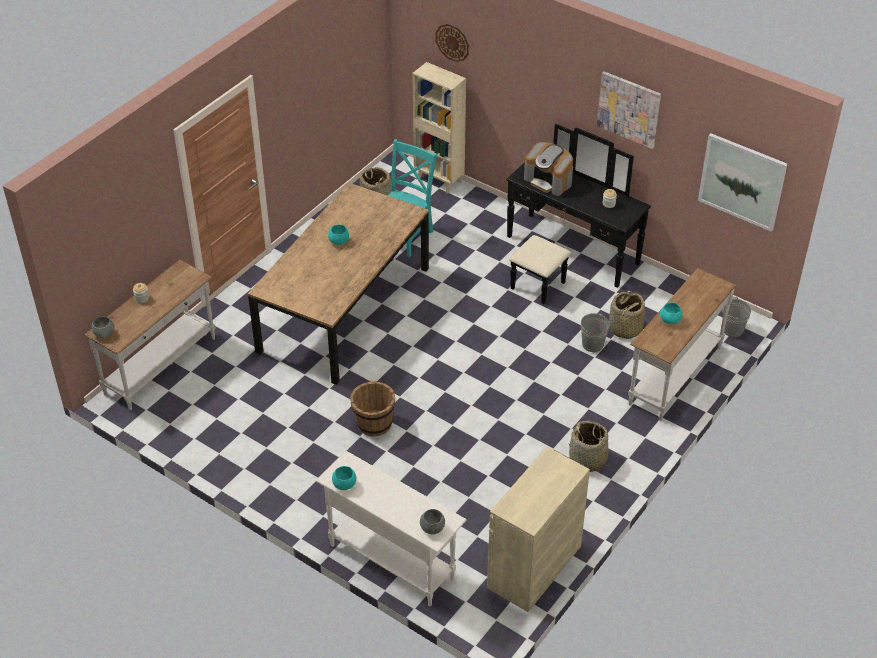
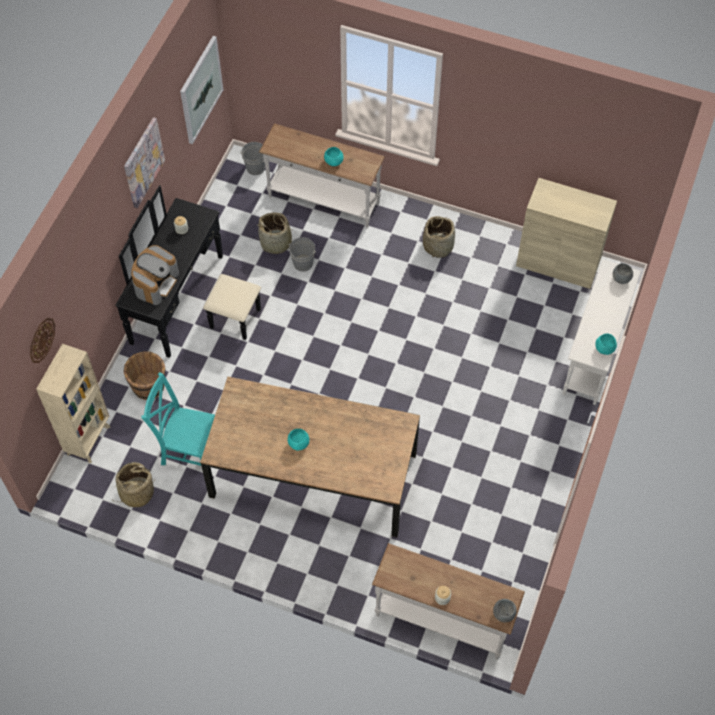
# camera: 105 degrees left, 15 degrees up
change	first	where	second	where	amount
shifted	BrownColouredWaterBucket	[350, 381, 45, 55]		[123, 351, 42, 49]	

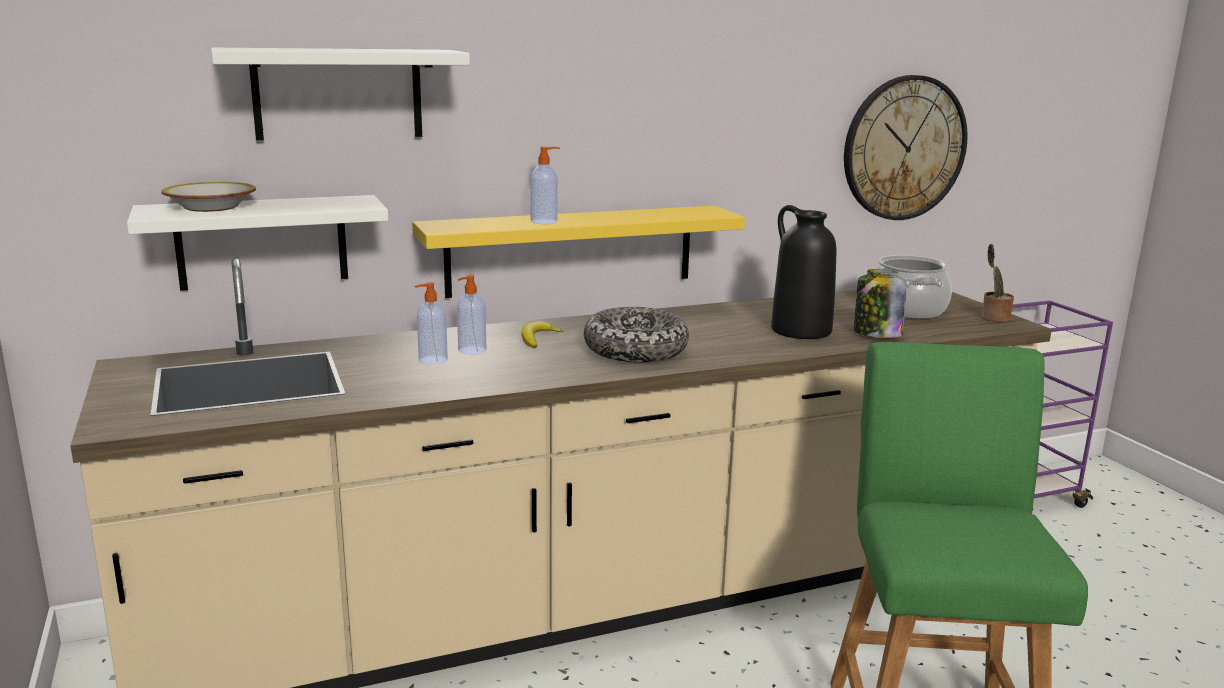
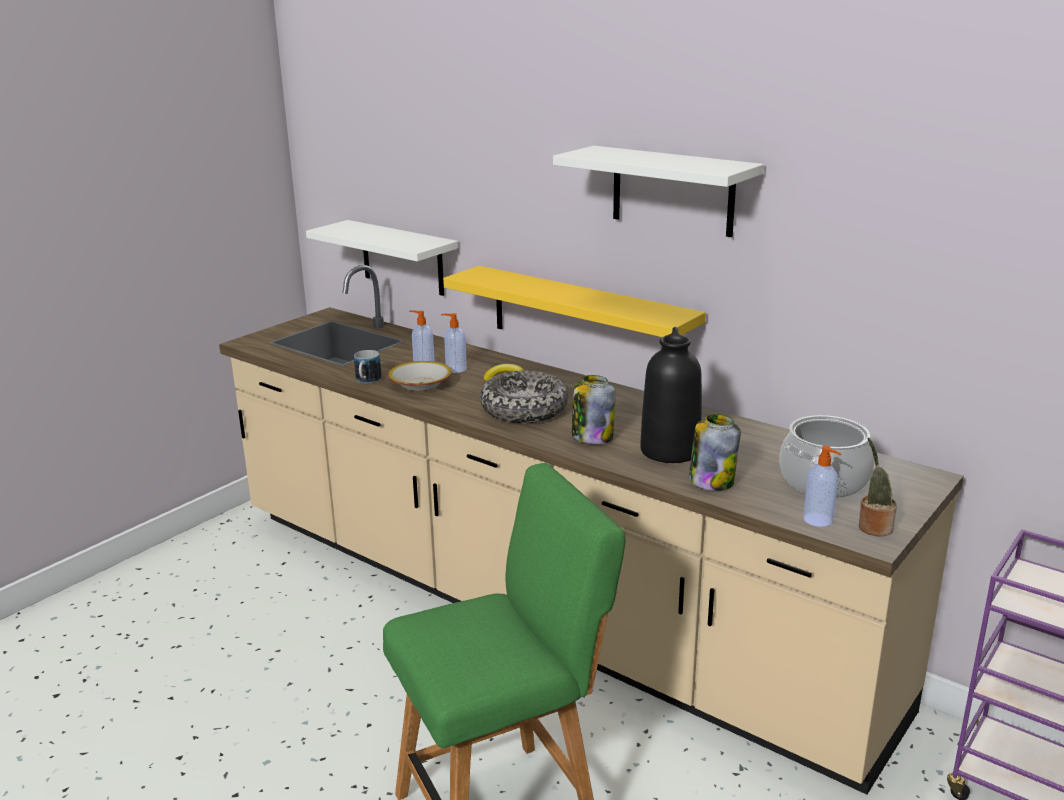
# camera: 60 degrees right, 5 degrees up
change	first	where	second	where	amount
shifted	WhiteWallShelf	[211, 48, 259, 92]		[553, 146, 211, 91]	
gone	ClockOnTheWall	[844, 75, 124, 145]			
shifted	LiquidSoapBottle	[530, 147, 30, 77]		[803, 446, 38, 81]	
shifted	ServingBowl	[162, 182, 94, 30]		[388, 361, 64, 30]	
new			Mug	[354, 350, 28, 34]	
new			PreserveJar	[572, 375, 43, 69]	

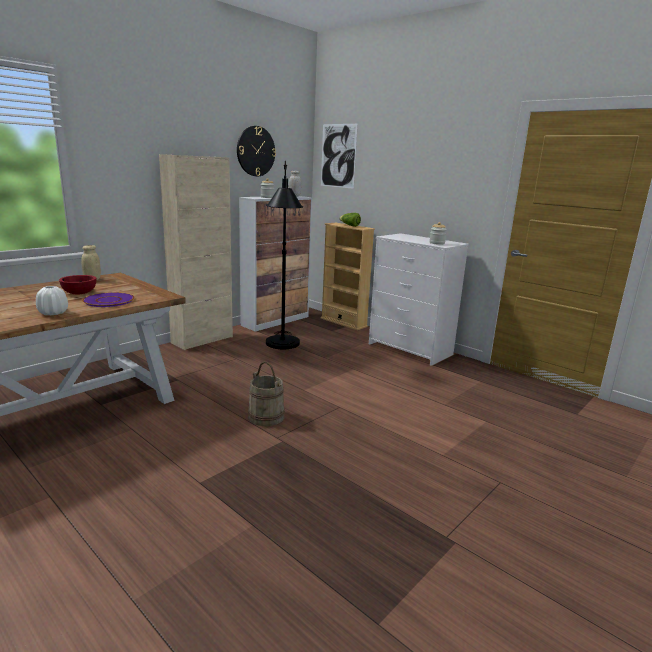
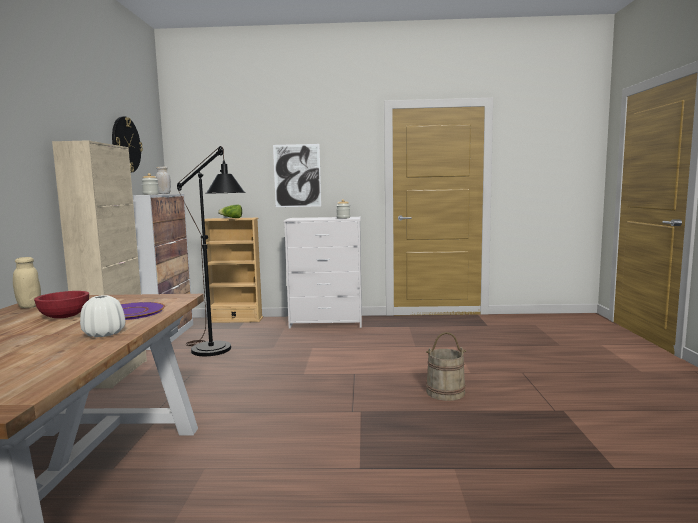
# camera: 40 degrees left, 10 degrees down
change	first	where	second	where	amount
shifted	WallPicture	[321, 124, 37, 65]		[273, 144, 48, 63]	
shifted	BeigeColouredWaterBucket	[248, 361, 37, 65]		[426, 332, 40, 69]	

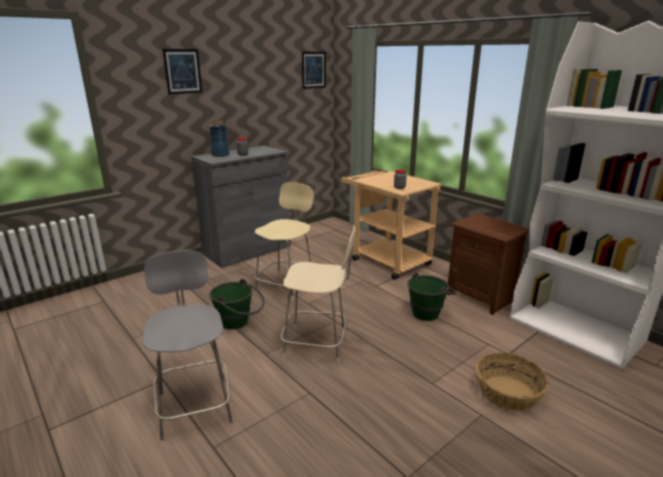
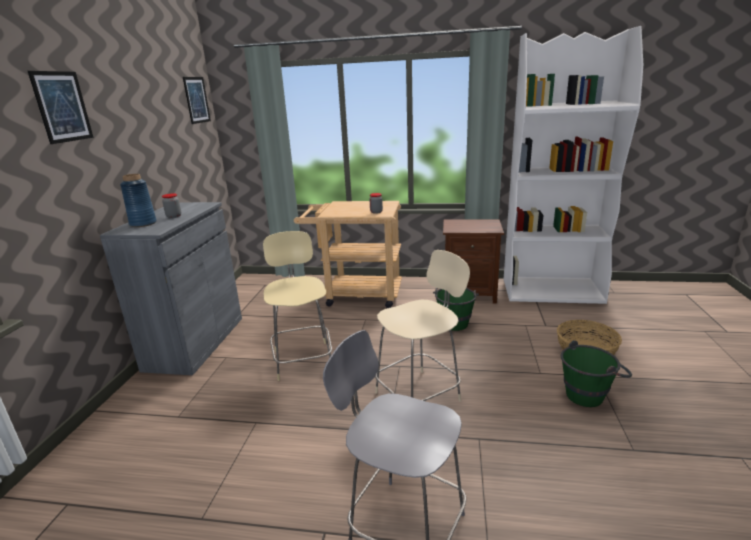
# camera: 40 degrees left, 0 degrees up
change	first	where	second	where	amount
shifted	GreenColouredWaterBucket	[209, 279, 55, 50]		[561, 340, 71, 67]	

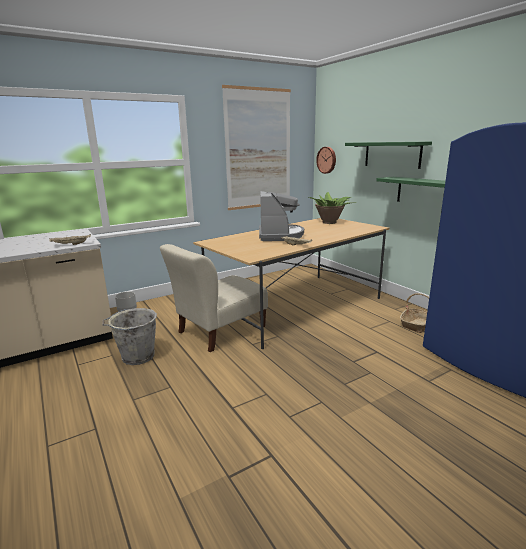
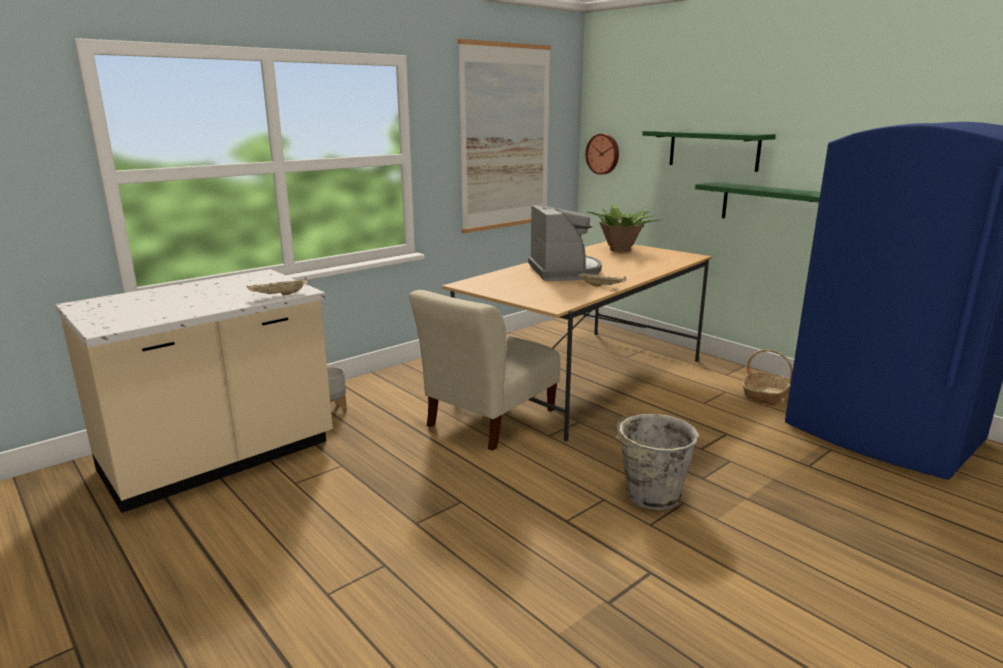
# camera: 10 degrees left, 0 degrees up
change	first	where	second	where	amount
shifted	GrayWaterBucket	[102, 308, 55, 57]		[616, 414, 83, 96]	

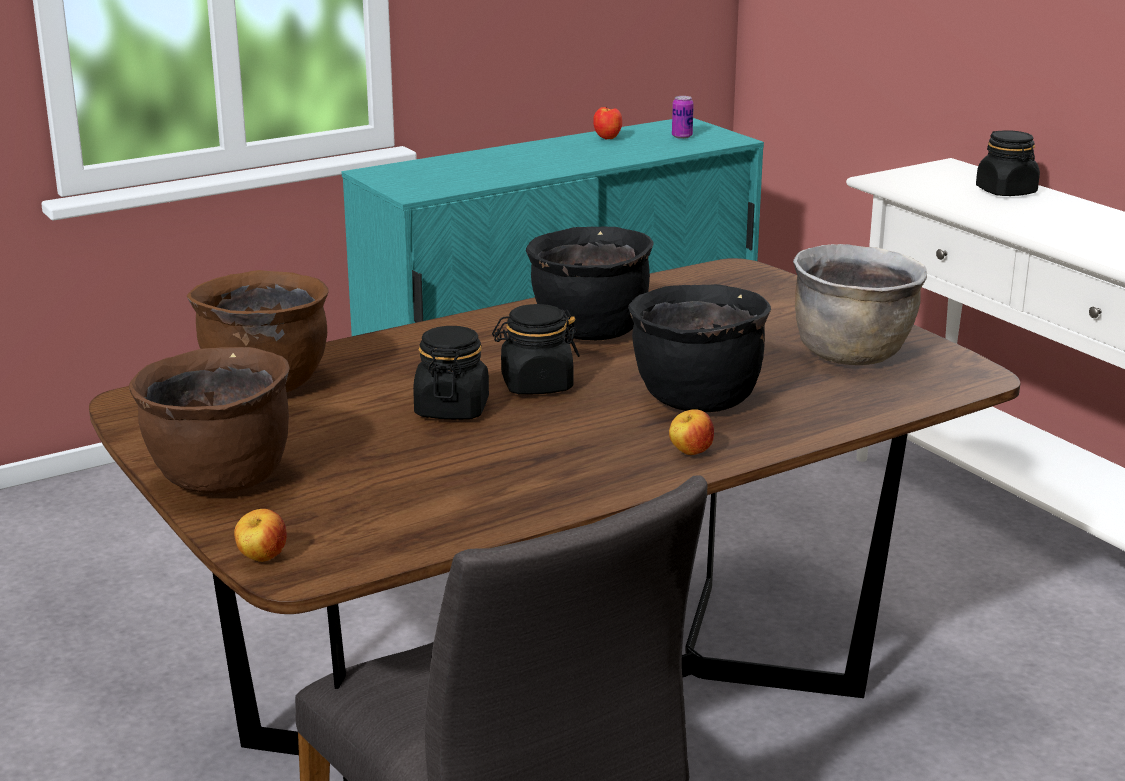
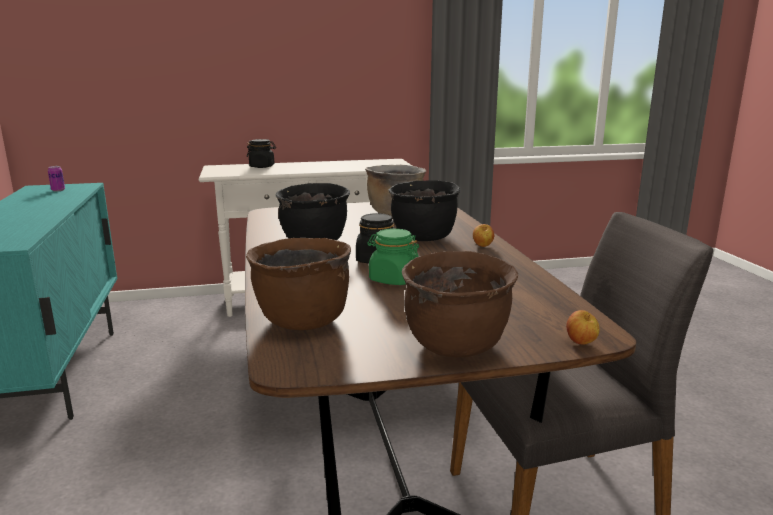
# camera: 70 degrees left, 5 degrees down
change	first	where	second	where	amount
gone	WholeApple	[593, 106, 29, 34]			
repainted	BlackColouredPreserveJar	[413, 326, 76, 94]	GreenColouredPreserveJar	[367, 228, 52, 57]	

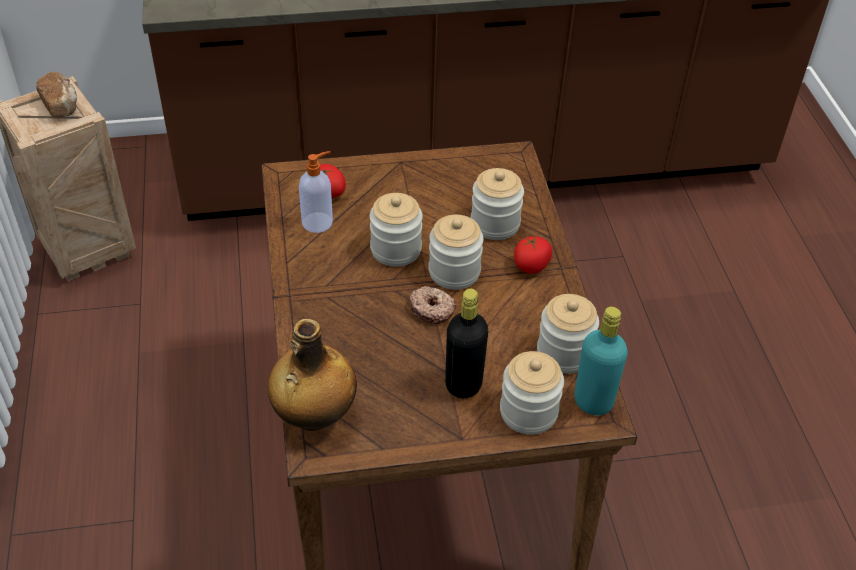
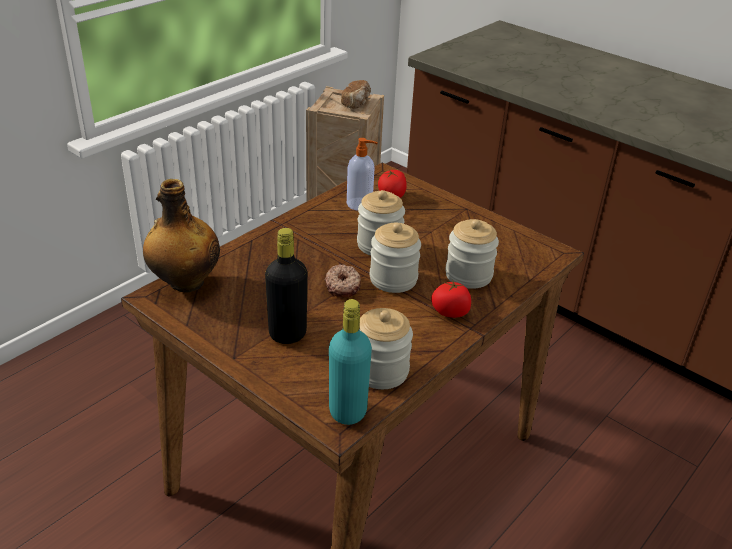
# camera: 50 degrees right, 10 degrees down
change	first	where	second	where	amount
gone	PreserveJar	[500, 351, 64, 84]			

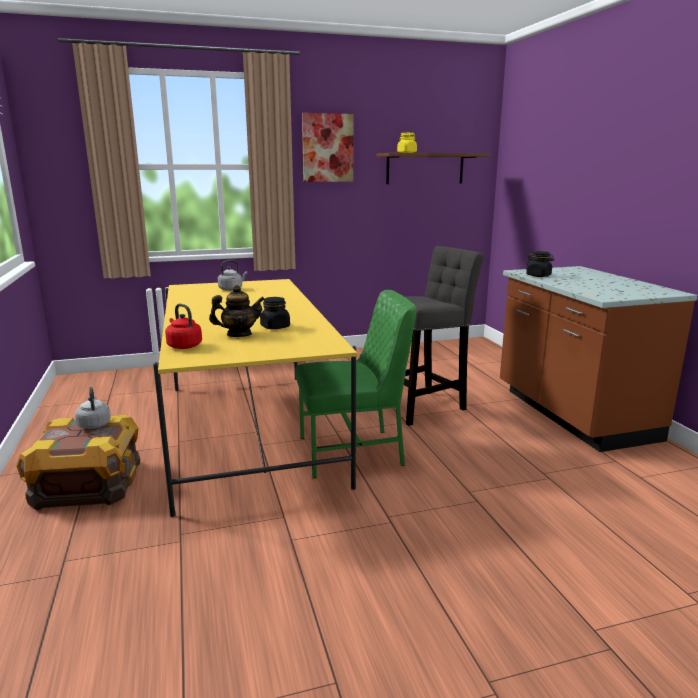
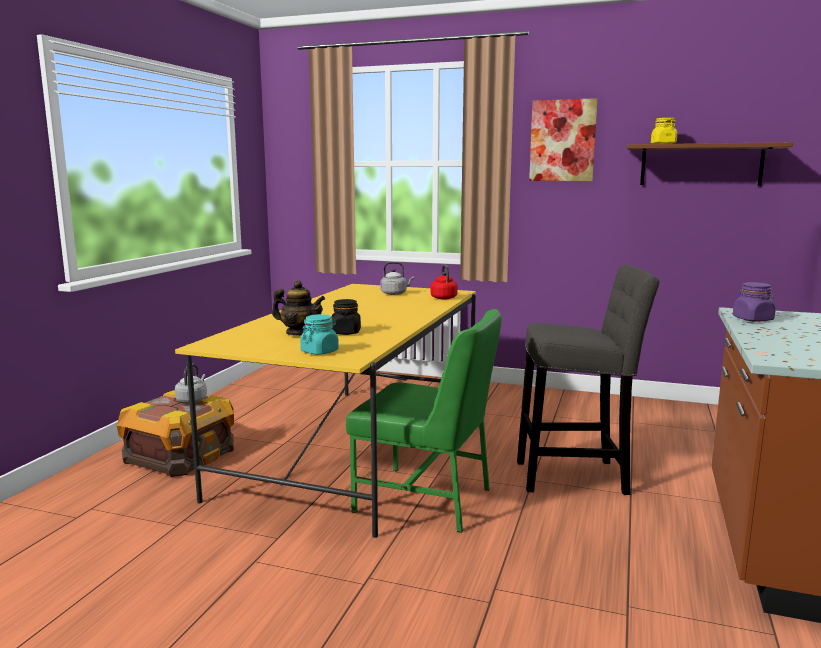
# camera: 35 degrees right, 5 degrees down
change	first	where	second	where	amount
repainted	BlackColouredPreserveJar	[526, 251, 28, 26]	PurplishPreserveJar	[733, 282, 43, 40]	
shifted	RedColouredWaterKettle	[165, 304, 37, 45]		[430, 264, 28, 36]	
new			TurquoisePreserveJar	[300, 314, 39, 41]	

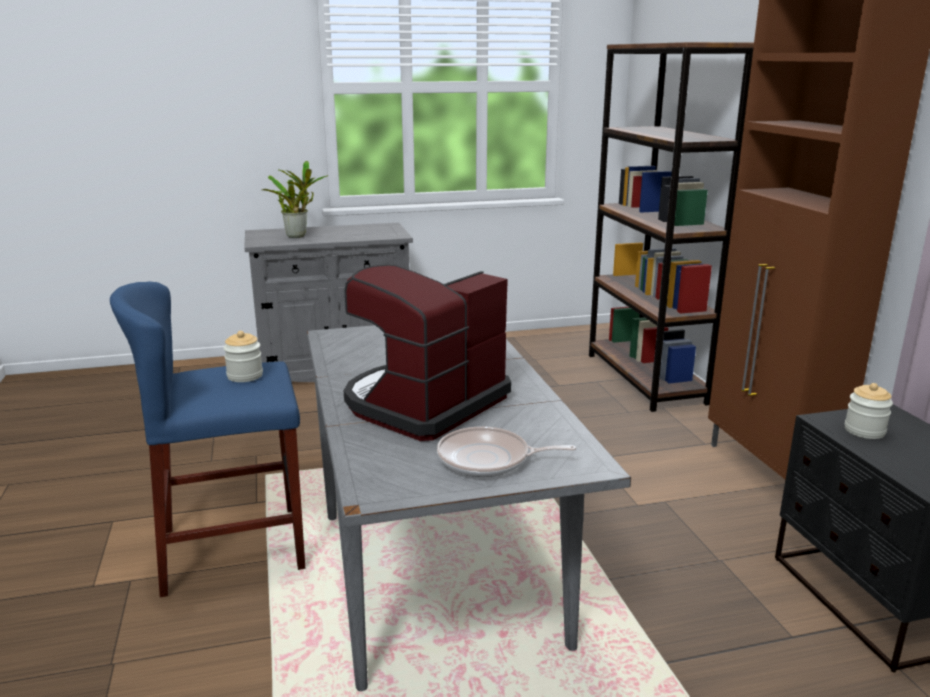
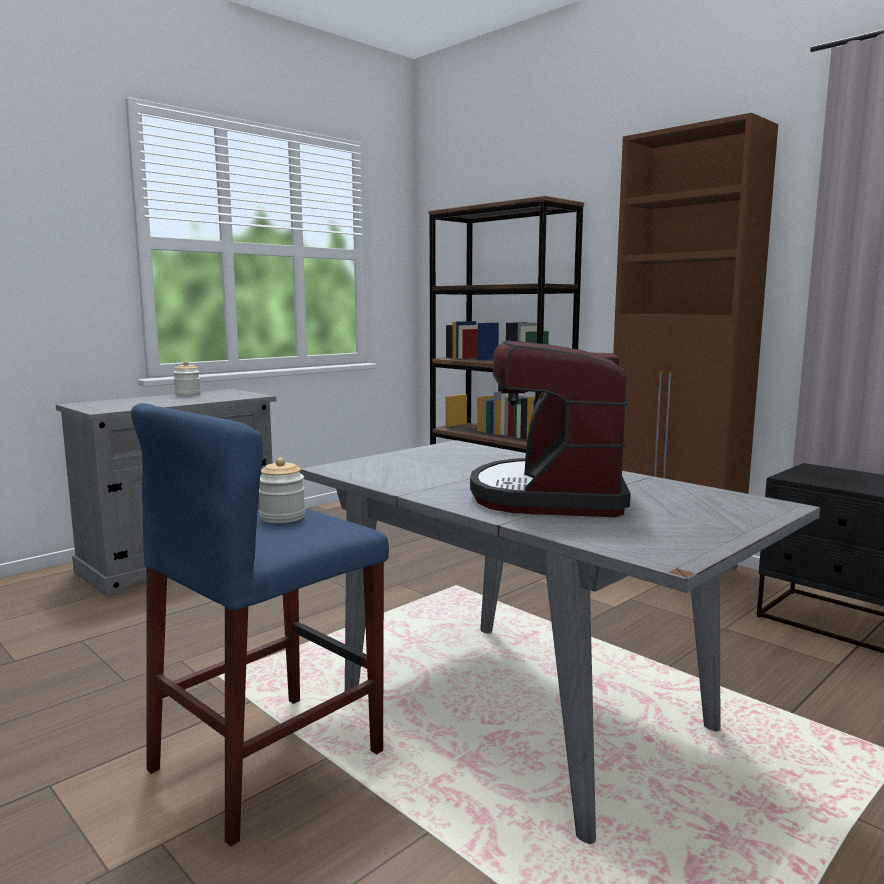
# camera: 30 degrees left, 10 degrees down
change	first	where	second	where	amount
gone	Houseplant	[261, 161, 68, 77]			
shifted	PreserveJar	[845, 383, 48, 56]		[173, 361, 28, 35]	
gone	Pan	[437, 427, 139, 50]			

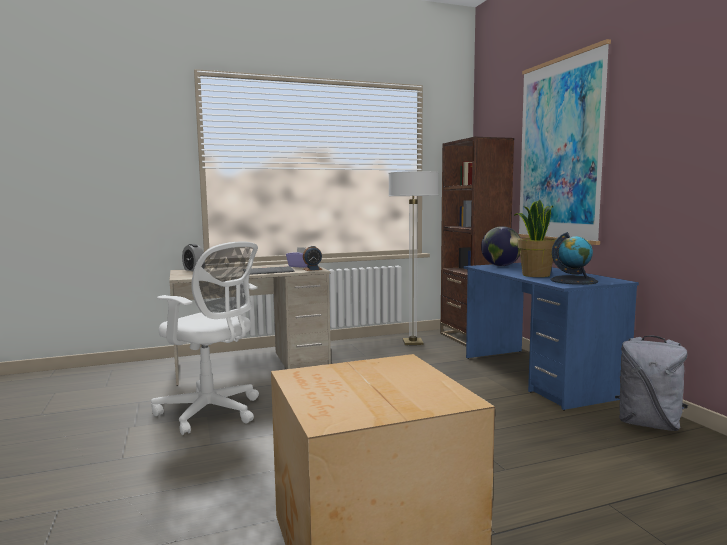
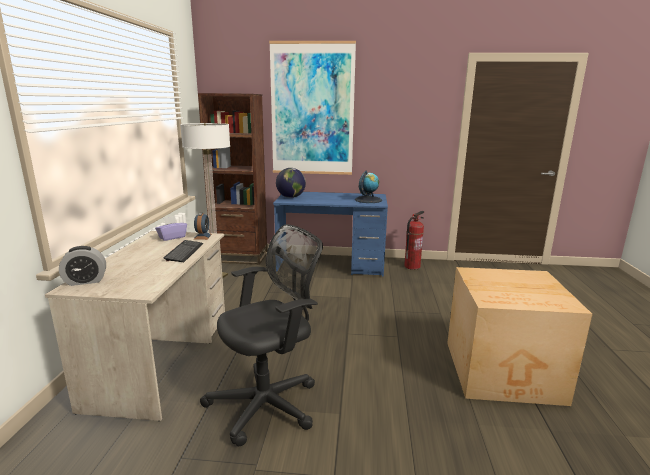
# camera: 65 degrees left, 10 degrees up
change	first	where	second	where	amount
gone	Houseplant	[514, 199, 42, 78]			
repainted	WhiteDeskChair	[151, 242, 108, 193]	BlackColouredDeskChair	[200, 224, 123, 222]	
swapped	GrayKnapsack	[615, 335, 73, 96]	FireExtinguisher	[404, 211, 20, 59]	

